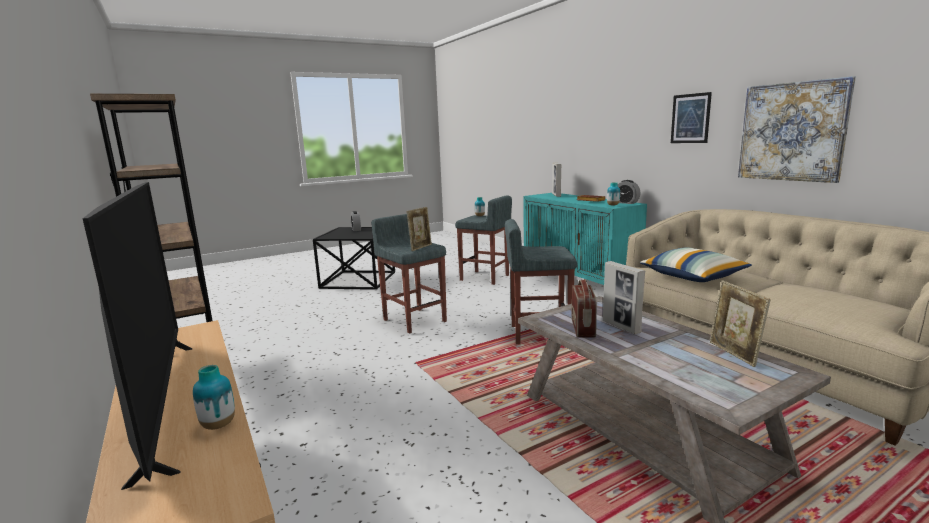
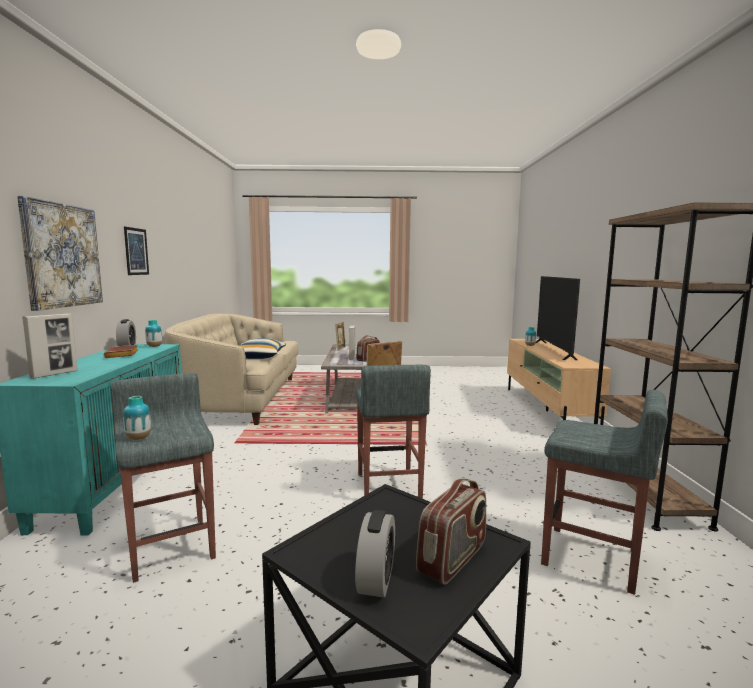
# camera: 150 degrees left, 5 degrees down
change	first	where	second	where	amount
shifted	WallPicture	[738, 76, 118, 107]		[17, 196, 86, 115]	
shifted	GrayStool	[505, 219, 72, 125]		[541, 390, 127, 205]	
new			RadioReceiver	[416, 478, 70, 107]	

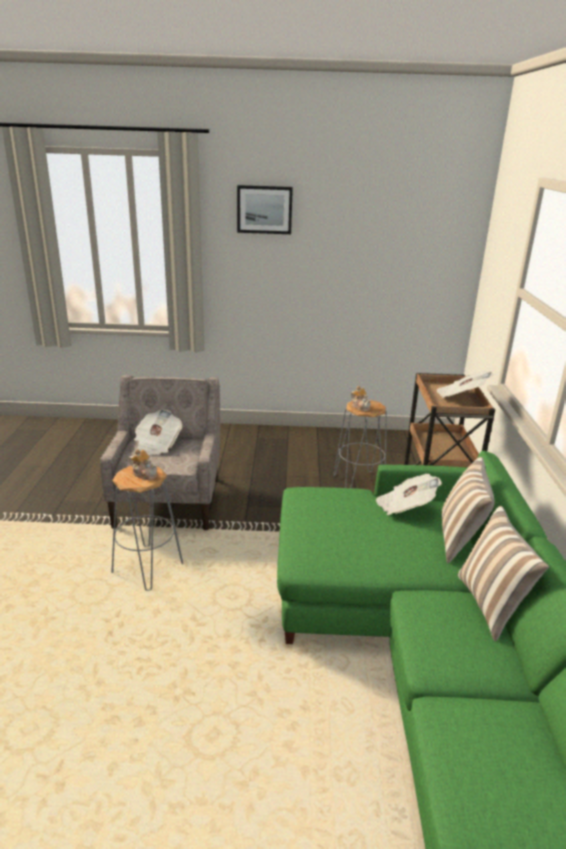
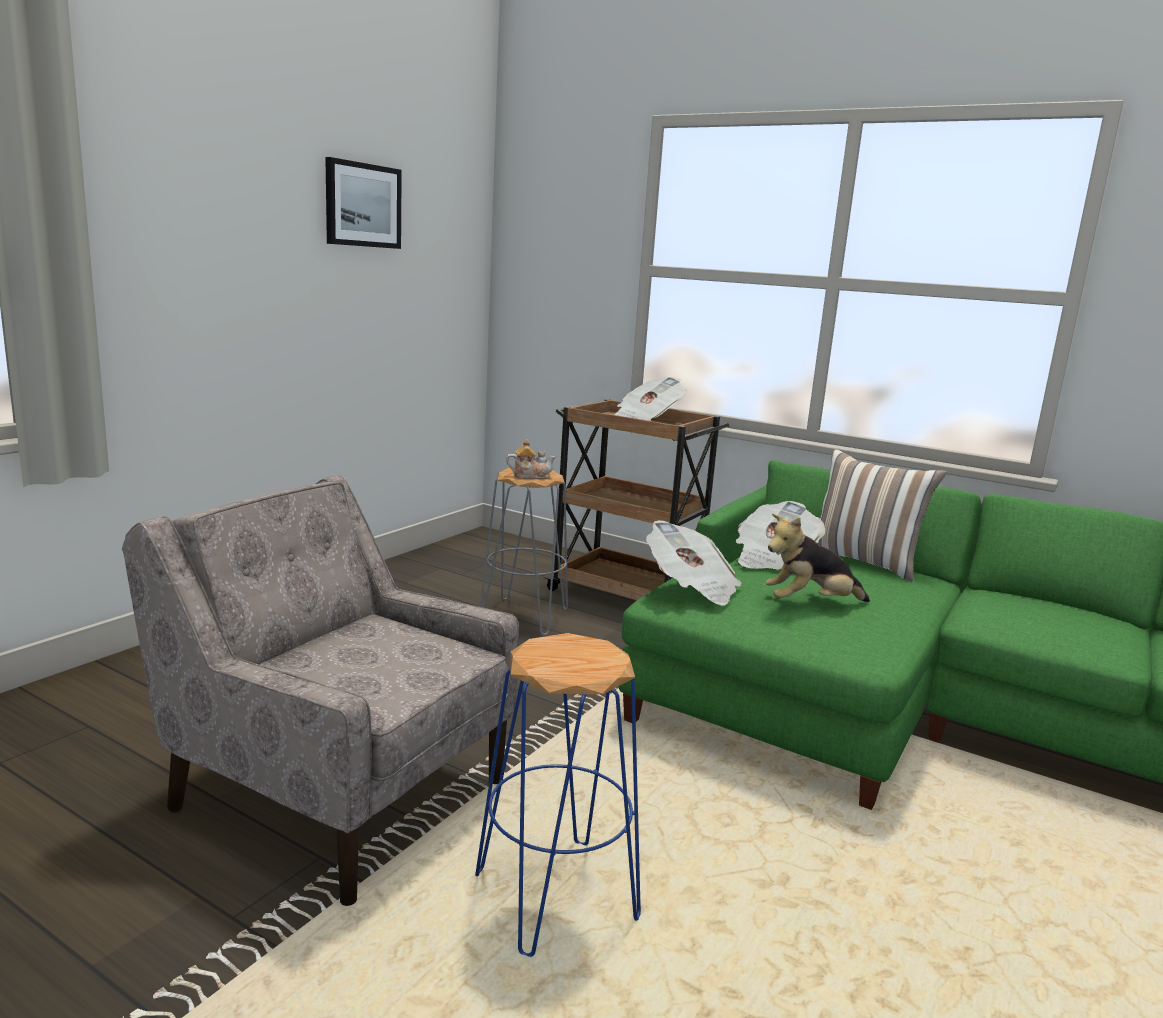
# camera: 60 degrees left, 10 degrees down
change	first	where	second	where	amount
shifted	WallPicture	[237, 185, 56, 49]		[325, 157, 77, 92]	
shifted	Newspaper	[134, 409, 48, 46]		[646, 520, 95, 86]	
gone	PotForTea	[129, 449, 28, 31]			
repainted	GrayStool	[111, 465, 72, 126]	BlueColouredStool	[475, 633, 166, 324]	
gone	Cushion	[458, 506, 91, 135]			
new			PlushToy	[765, 514, 105, 88]	

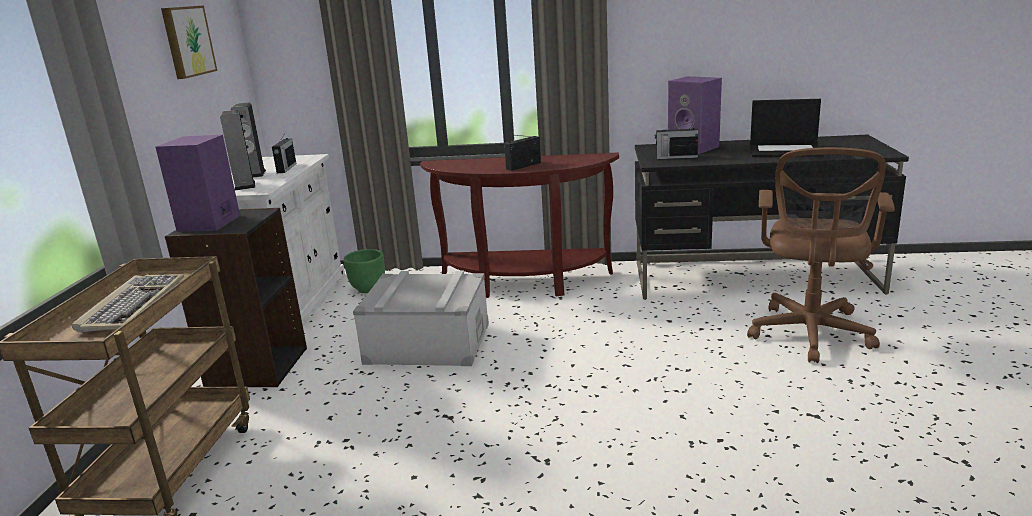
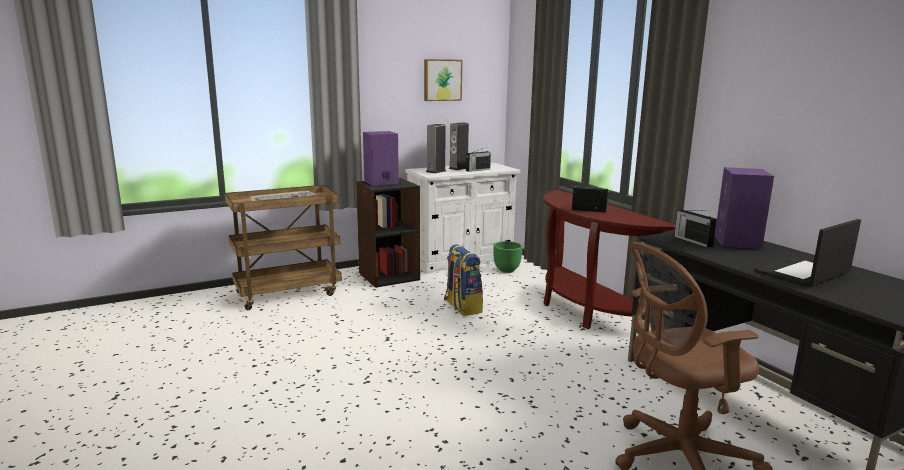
# camera: 55 degrees right, 5 degrees down
change	first	where	second	where	amount
rotated	PortableComputer	[750, 99, 71, 58]		[754, 219, 107, 68]	75 degrees clockwise
swapped	GrayStorageBin	[353, 271, 136, 95]	Knapsack	[444, 244, 39, 72]	

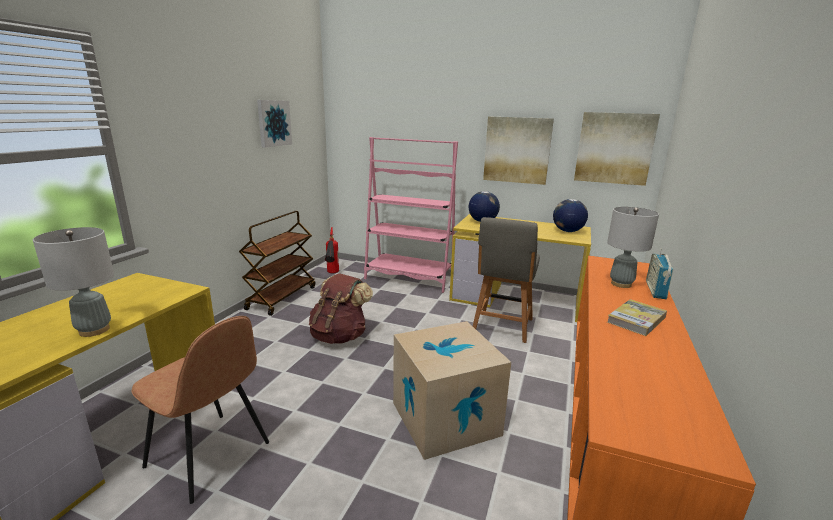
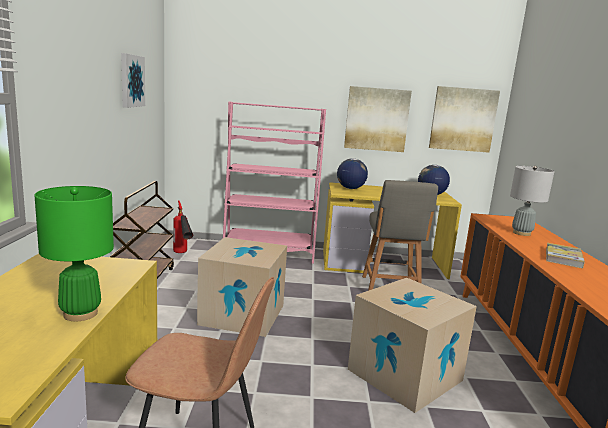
# camera: 20 degrees left, 5 degrees down
change	first	where	second	where	amount
repainted	GrayLampForATable	[33, 227, 81, 110]	GreenColouredLampForATable	[34, 186, 80, 135]	
gone	RadioReceiver	[646, 249, 27, 50]			
swapped	BrownColouredKnapsack	[309, 273, 64, 71]	CardboardBox	[197, 237, 90, 100]	

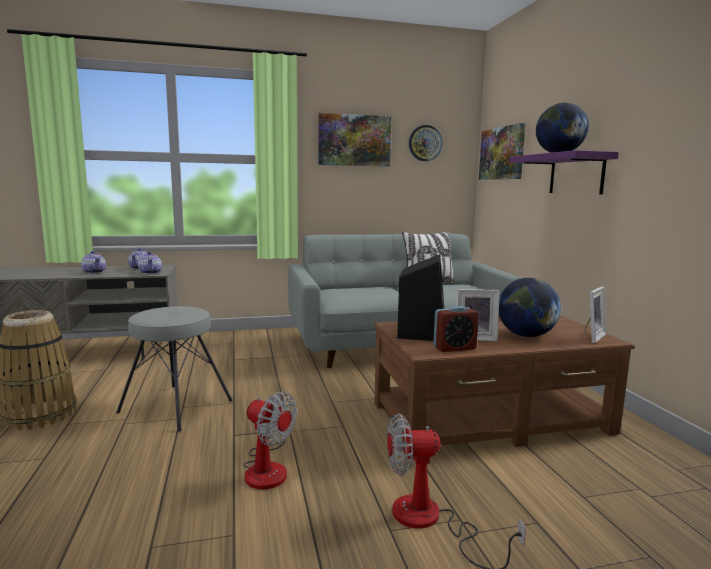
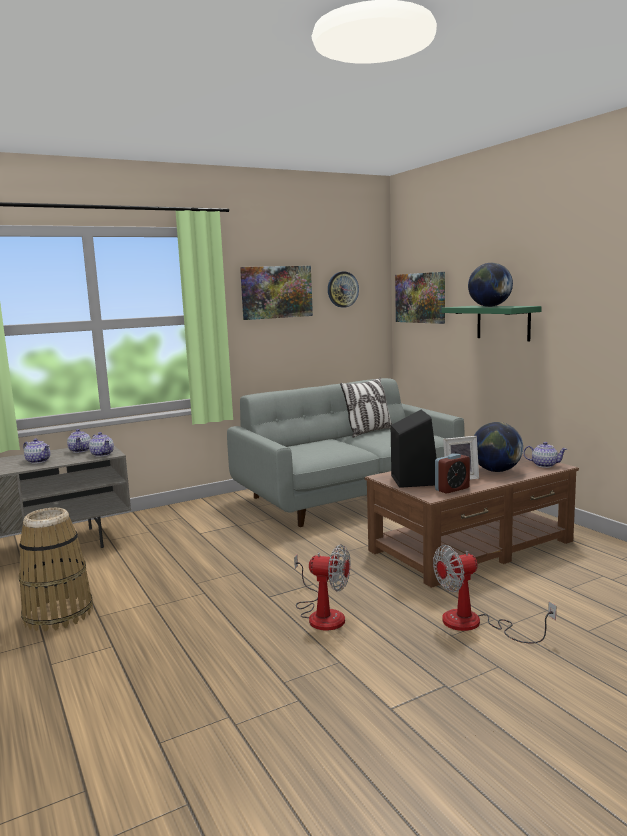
# camera: 15 degrees left, 0 degrees up
change	first	where	second	where	amount
repainted	PurplishWallShelf	[509, 150, 110, 45]	GreenColouredWallShelf	[441, 306, 101, 35]	
swapped	PictureFrame	[583, 286, 23, 57]	PotForTea	[523, 442, 44, 26]	
gone	GrayStool	[116, 306, 117, 126]			

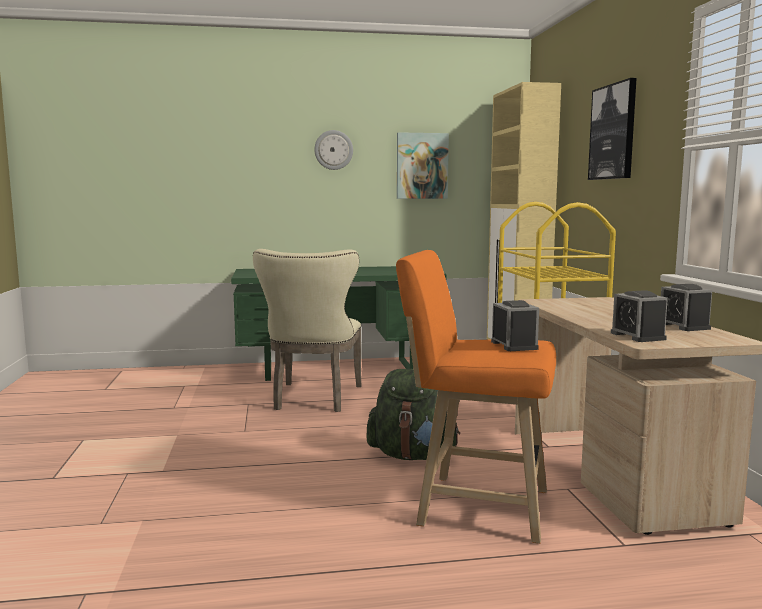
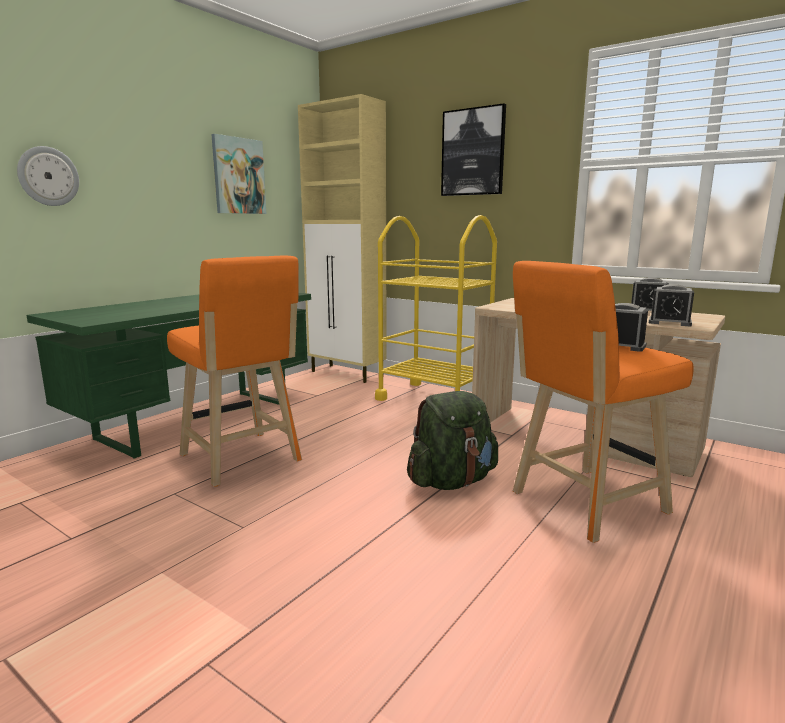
# camera: 45 degrees left, 5 degrees up
change	first	where	second	where	amount
shifted	ClockOnTheWall	[314, 130, 39, 40]		[17, 146, 62, 60]	
swapped	BeigeColouredUprightChair	[253, 249, 108, 163]	OrangeyStool	[167, 256, 135, 231]	

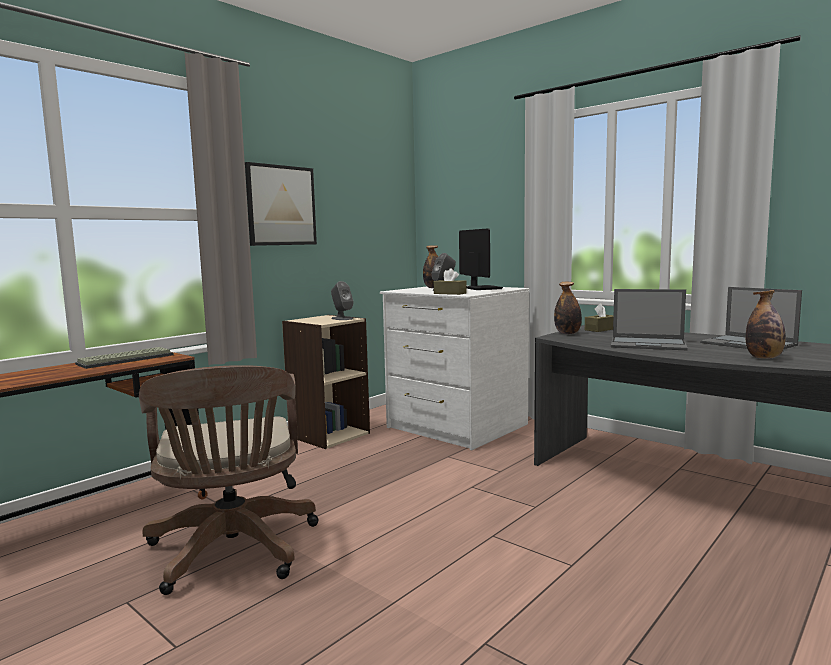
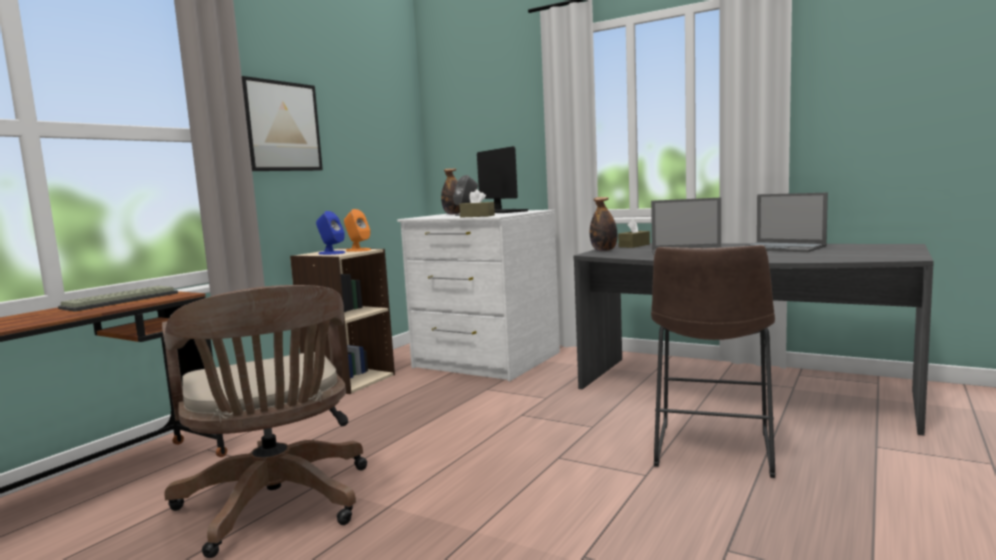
# camera: 10 degrees left, 0 degrees up
change	first	where	second	where	amount
repainted	GraySpeaker	[331, 281, 23, 39]	OrangeySpeaker	[344, 209, 27, 43]	
gone	DrinkBottle	[746, 290, 40, 69]			
new			BlueColouredSpeaker	[316, 211, 29, 44]	
new			BrownColouredStool	[651, 245, 124, 233]	

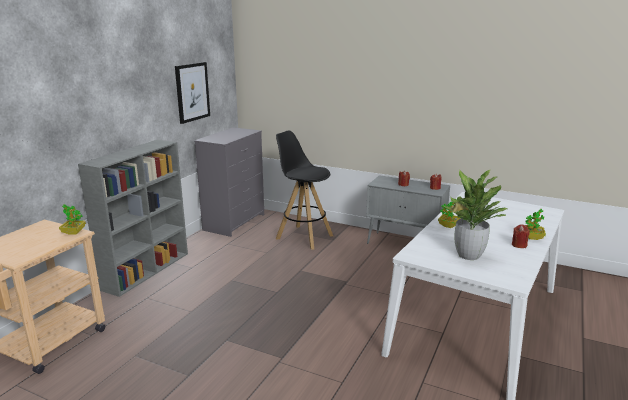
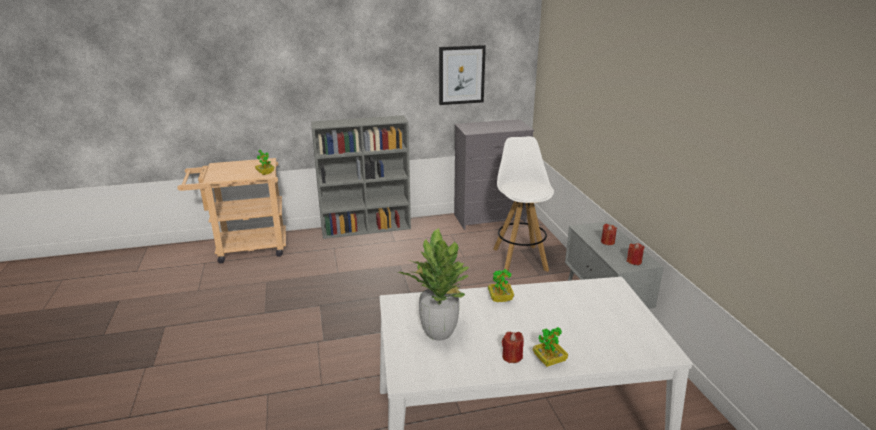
# camera: 50 degrees right, 5 degrees up
change	first	where	second	where	amount
repainted	BlackColouredStool	[276, 131, 57, 119]	WhiteStool	[493, 136, 61, 136]	

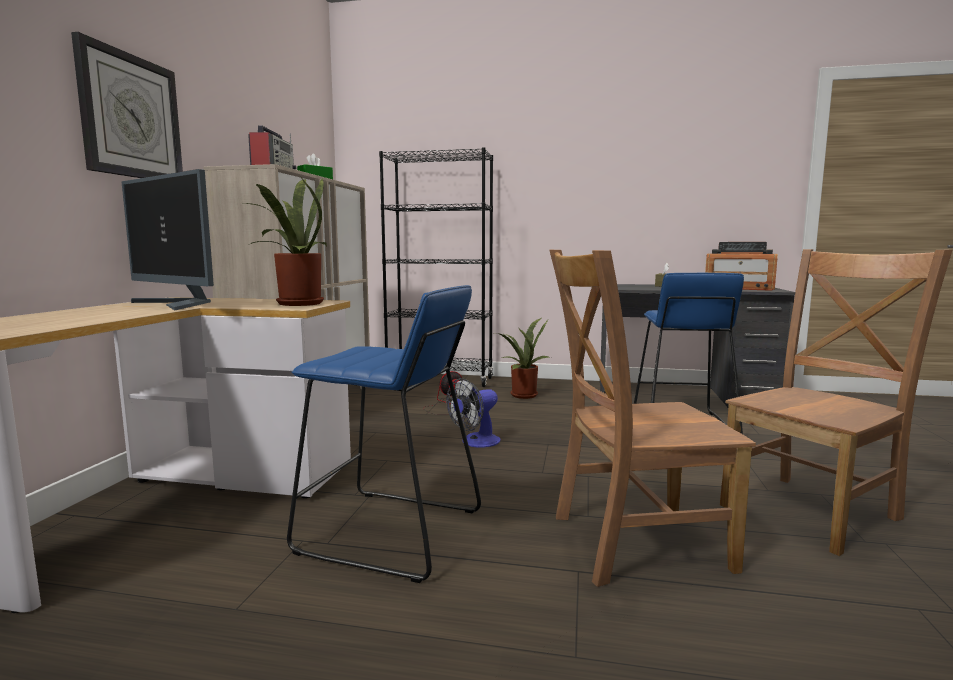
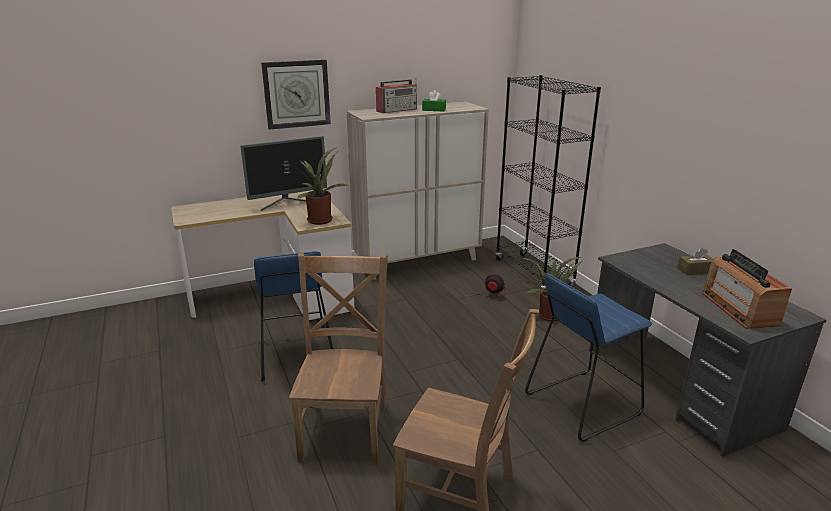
# camera: 55 degrees right, 15 degrees up
change	first	where	second	where	amount
rotated	ComputerScreen	[122, 169, 92, 141]		[241, 136, 86, 75]	120 degrees counterclockwise
rotated	BrownColouredUprightChair	[549, 250, 207, 337]		[289, 253, 99, 211]	45 degrees clockwise
gone	Fan	[446, 378, 55, 70]			

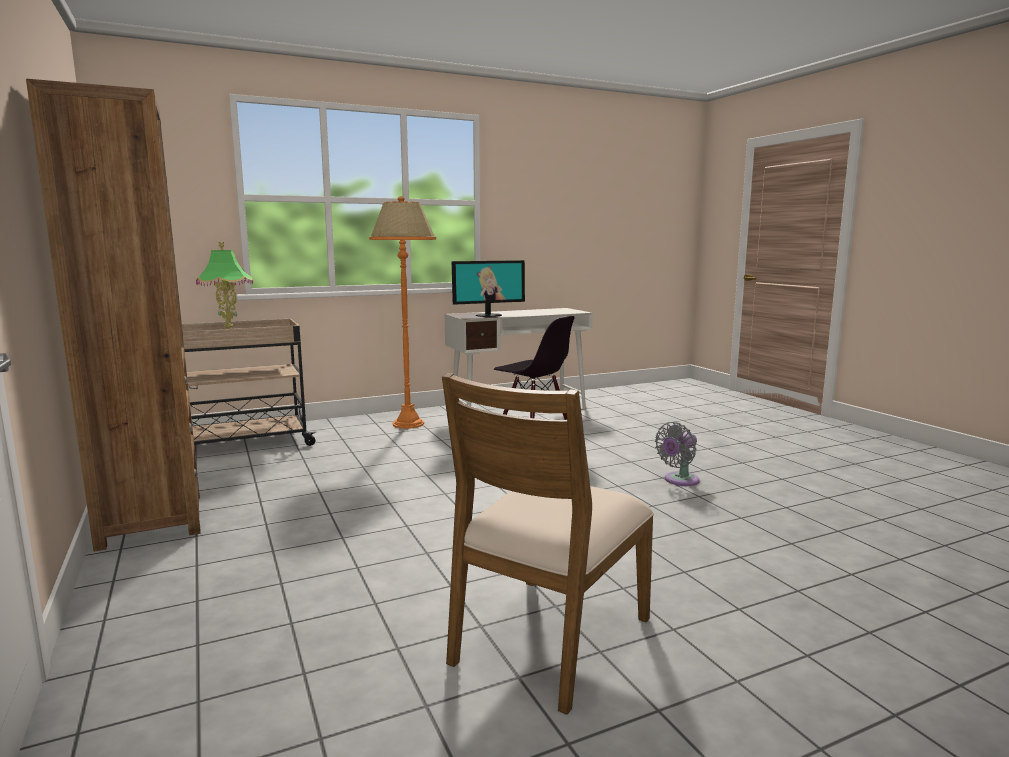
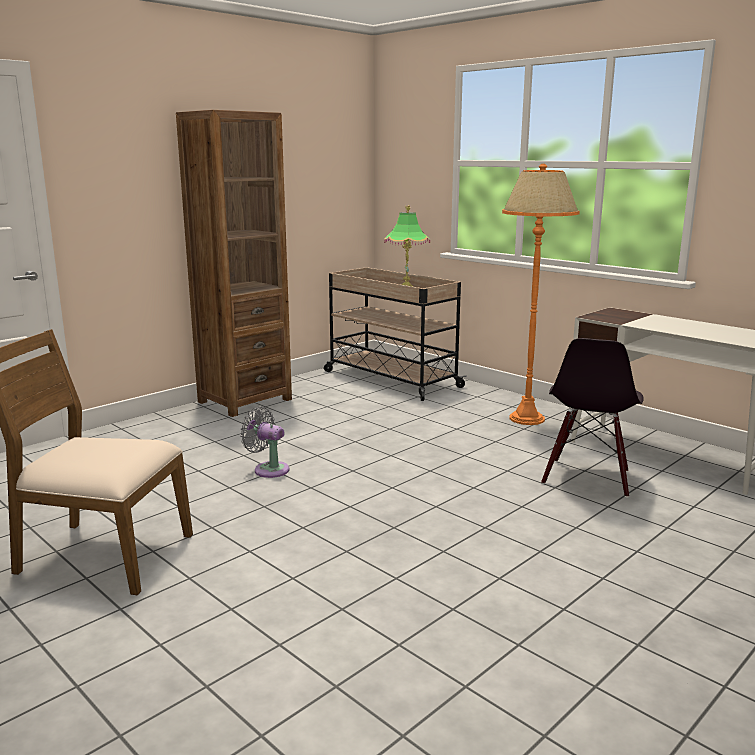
# camera: 70 degrees right, 5 degrees up
change	first	where	second	where	amount
gone	ComputerScreen	[452, 260, 73, 57]			
shifted	GrayFan	[655, 422, 45, 64]		[240, 407, 49, 71]	

